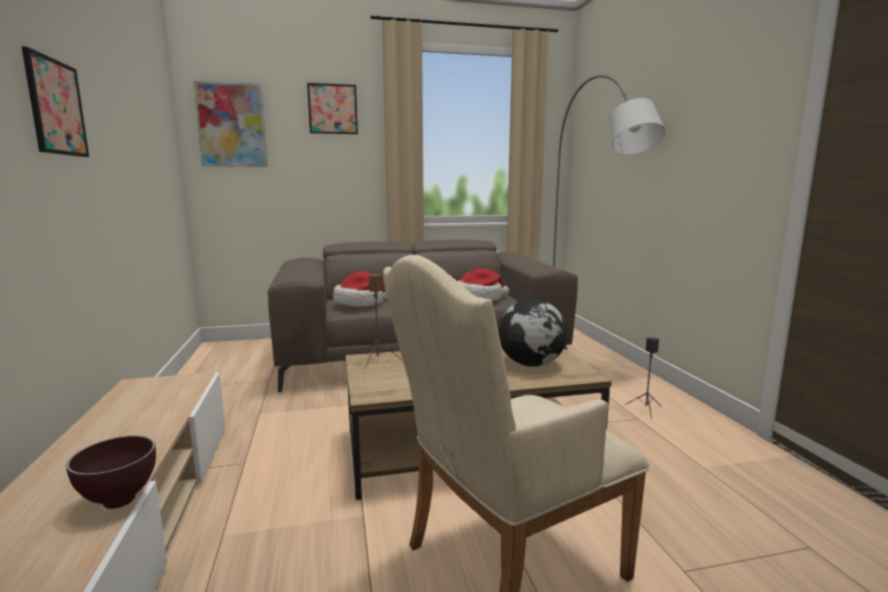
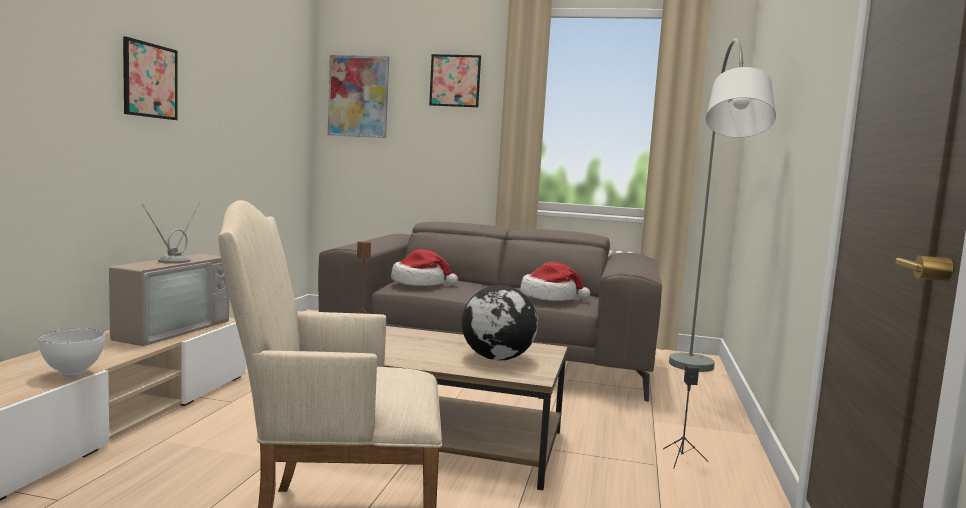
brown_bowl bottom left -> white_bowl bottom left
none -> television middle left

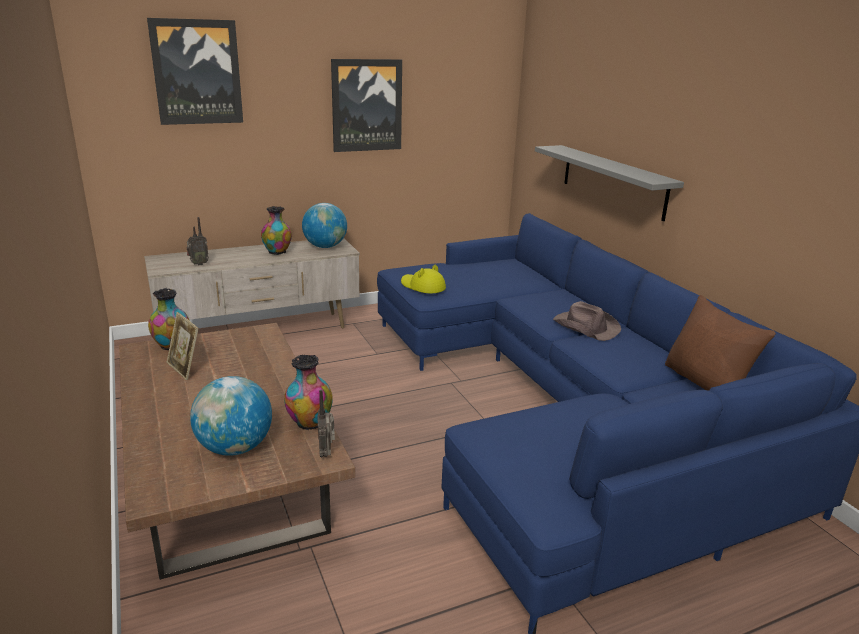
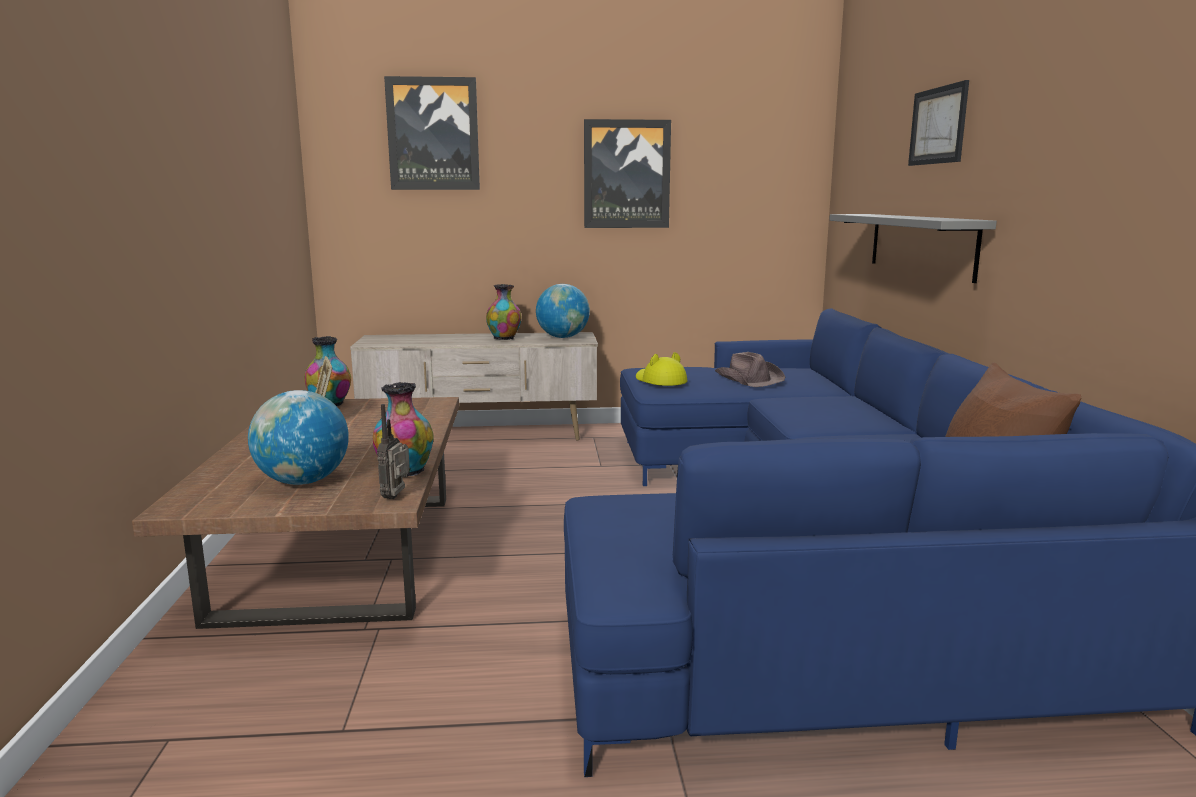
radio (1st from left) middle left -> none
brown_hat middle right -> brown_hat centre, moved
none -> picture (3rd from left) top right

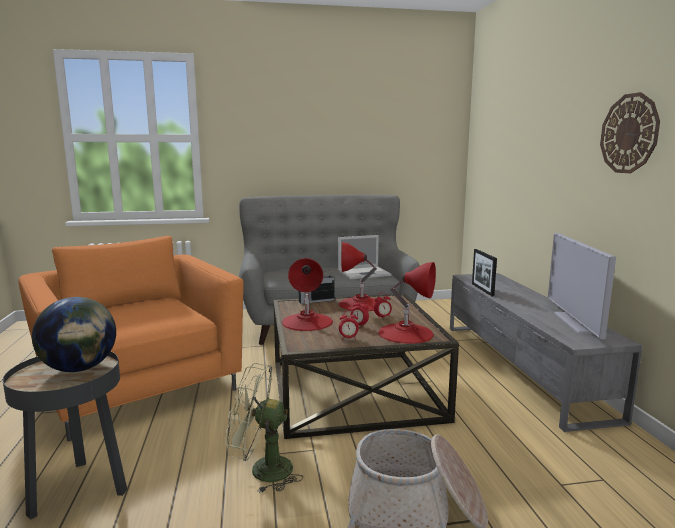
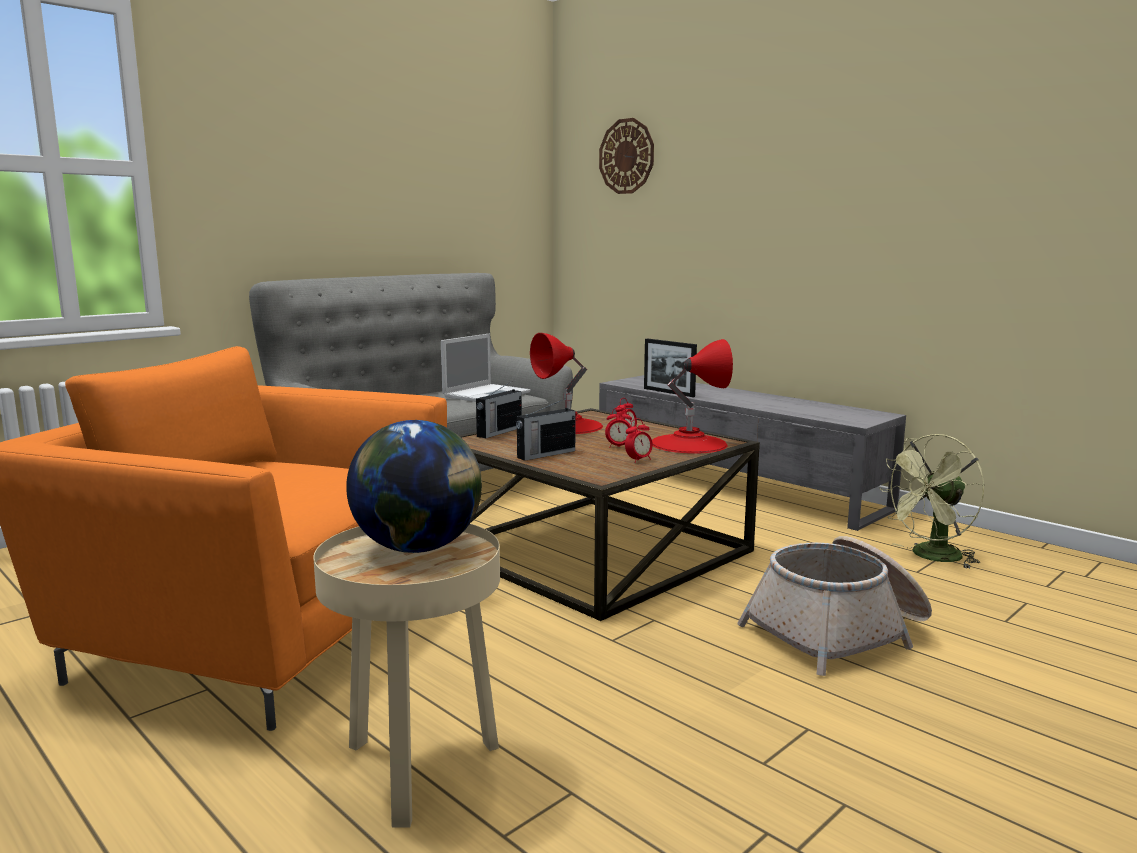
black_side_table bottom left -> beige_side_table bottom centre
green_fan bottom centre -> green_fan middle right, moved
red_table_lamp (1st from left) centre -> radio (2nd from left) centre
television middle right -> none
wall_clock top right -> wall_clock top centre, moved

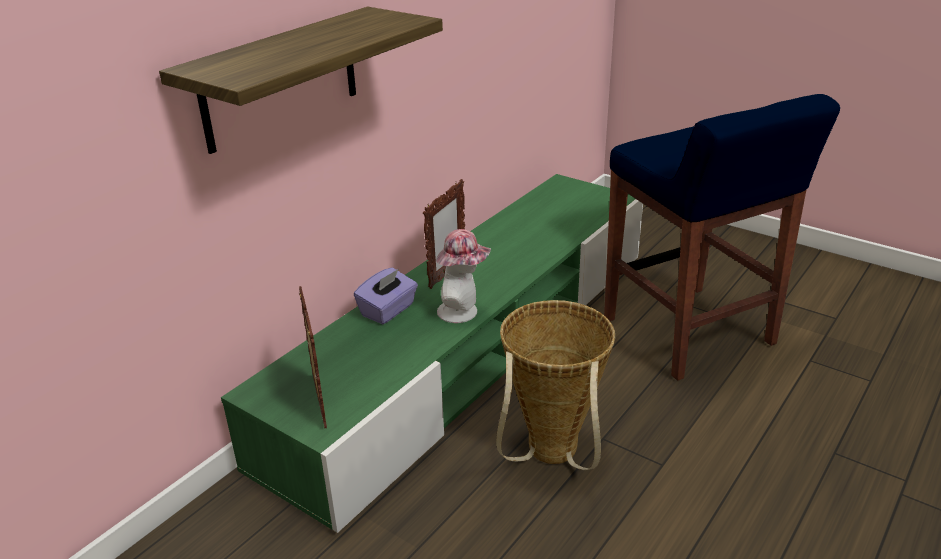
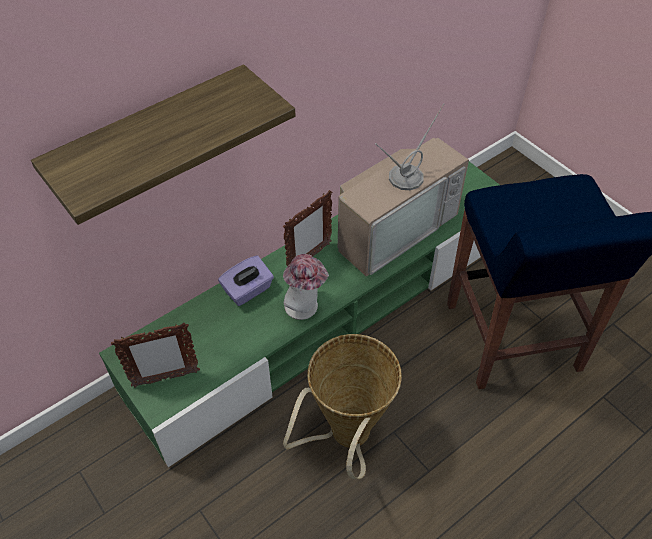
picture_frame (1st from left) middle left, 75 degrees clockwise
none -> television centre

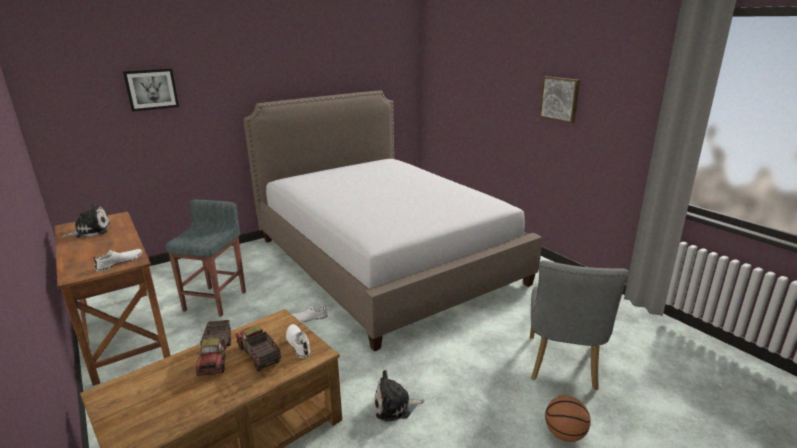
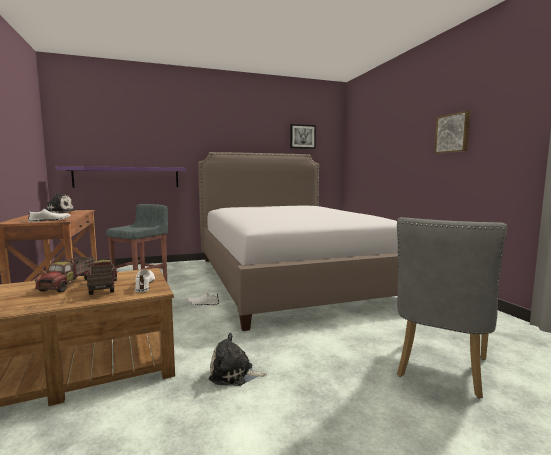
picture (1st from left) top left -> picture (1st from left) top centre, moved
basketball bottom right -> none
none -> purple_shelf middle left

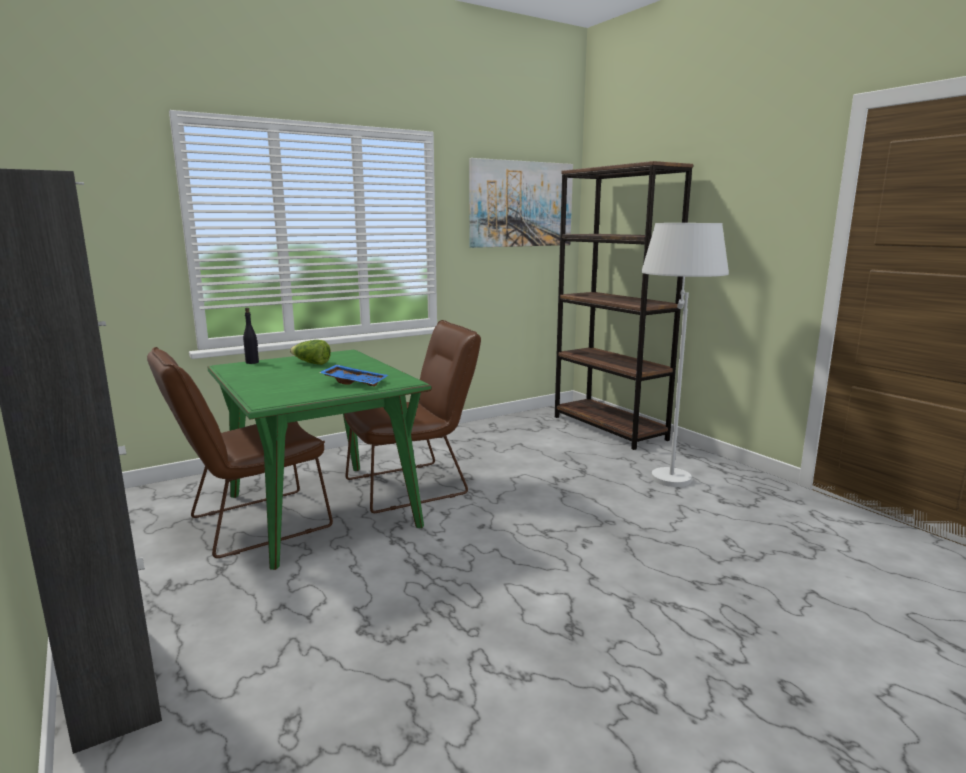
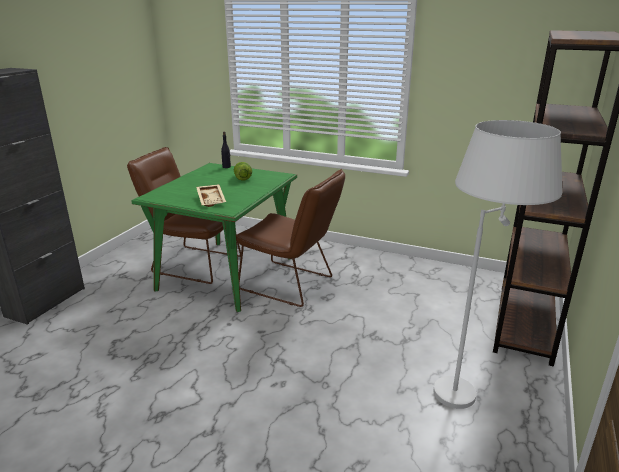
blue_tray centre -> beige_tray centre
picture top centre -> none

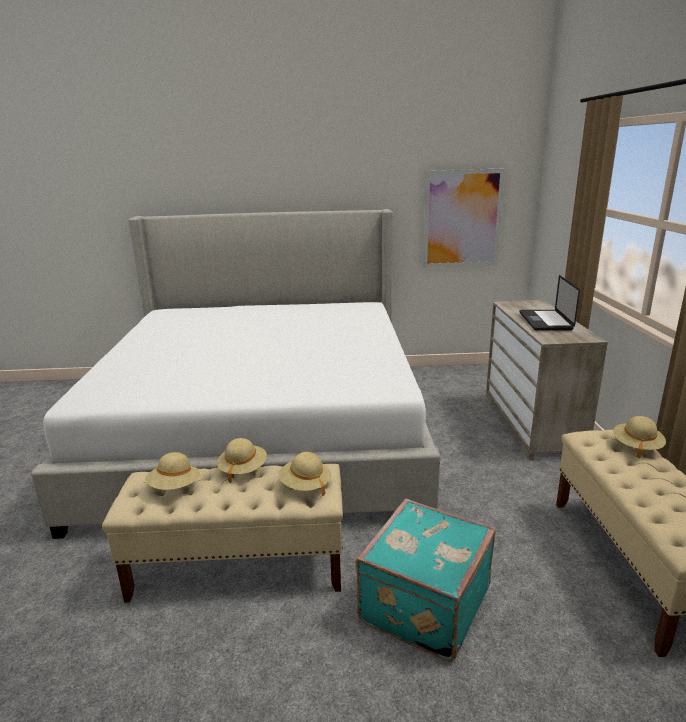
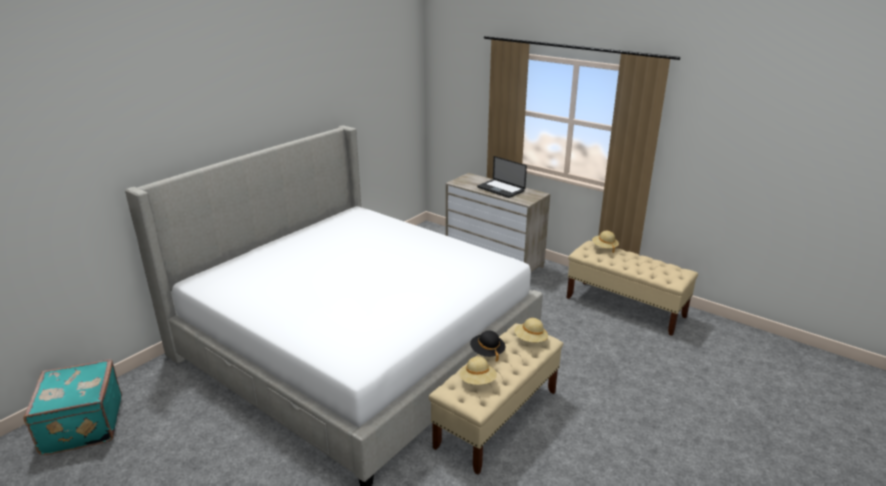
beige_hat (2nd from left) centre -> black_hat bottom centre
turquoise_suitcase bottom centre -> turquoise_suitcase bottom left, moved
picture top right -> none

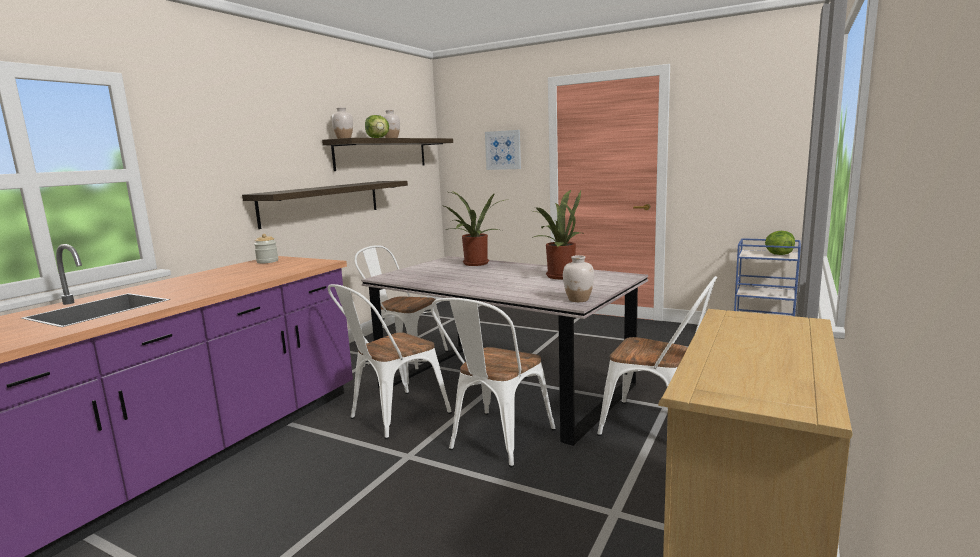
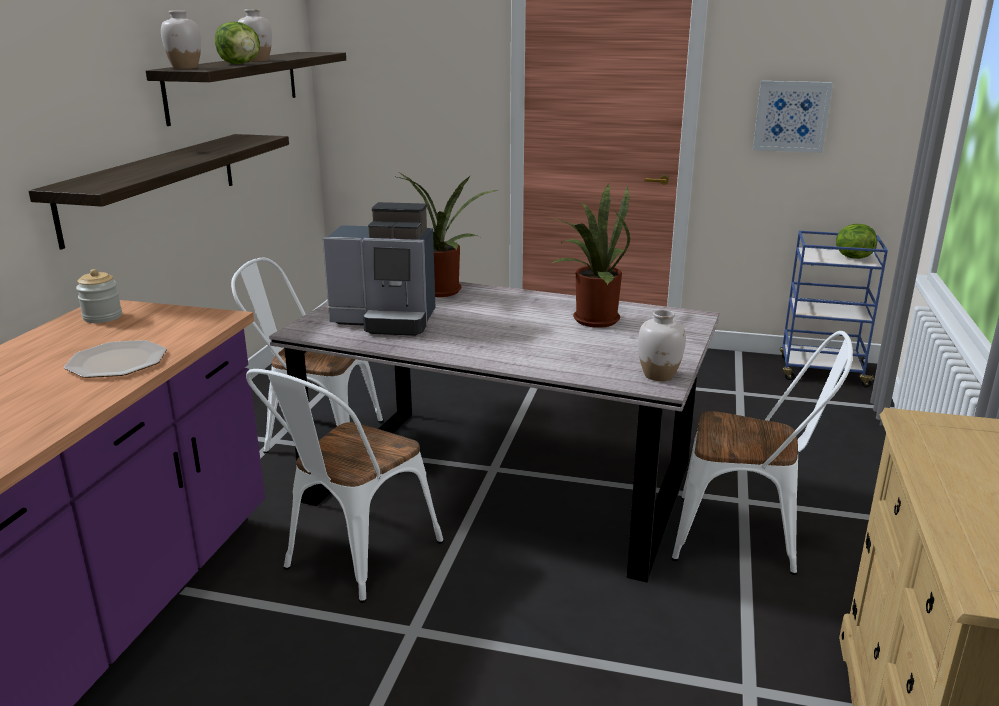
white_chair (3rd from left) bottom centre -> none
picture top centre -> picture top right, moved
none -> plate middle left
none -> coffee_machine centre

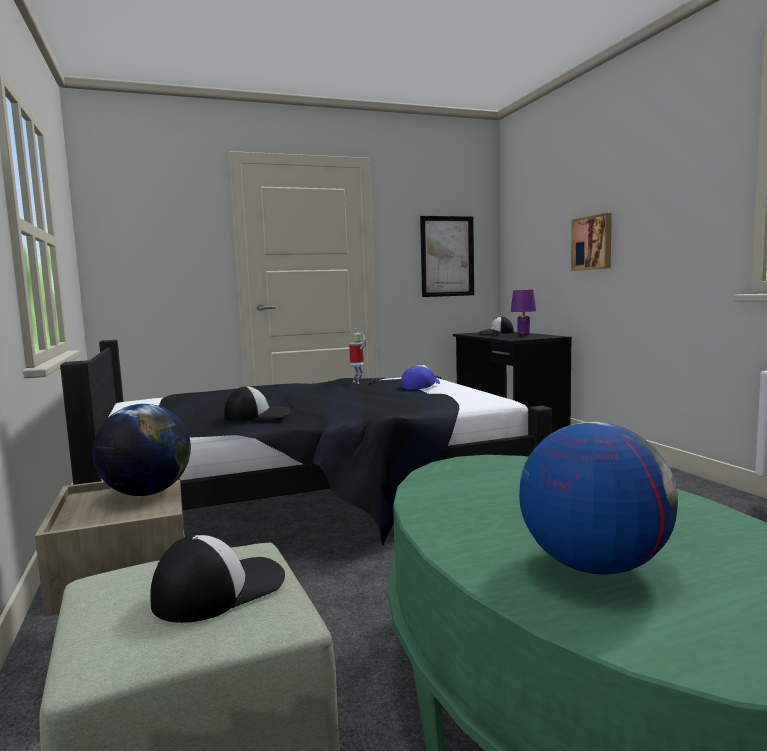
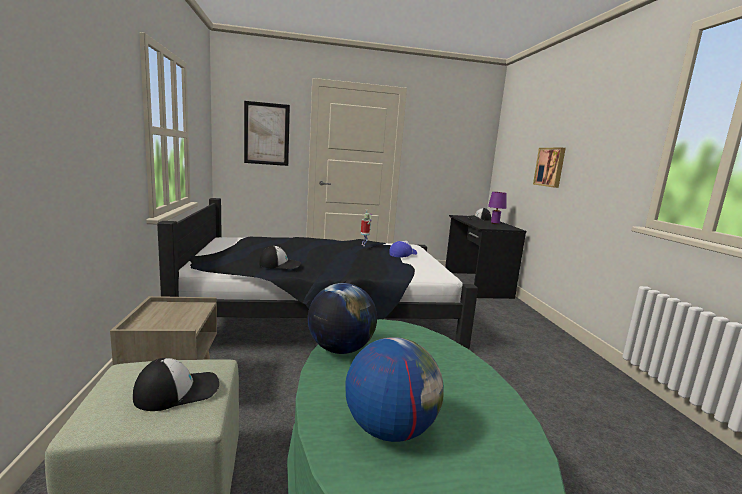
globe (1st from left) middle left -> globe (1st from left) centre, moved
picture (1st from left) centre -> picture (1st from left) top centre, moved

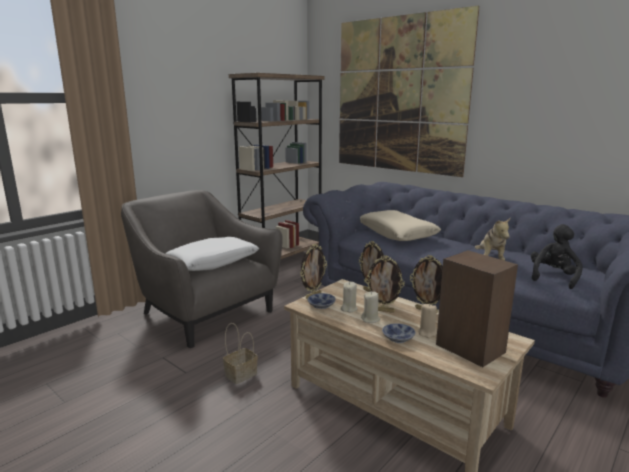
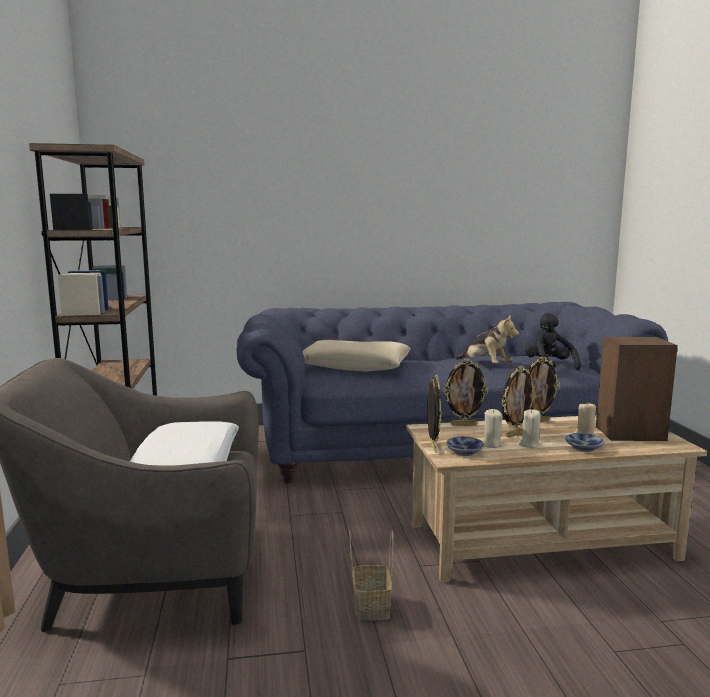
picture top centre -> none

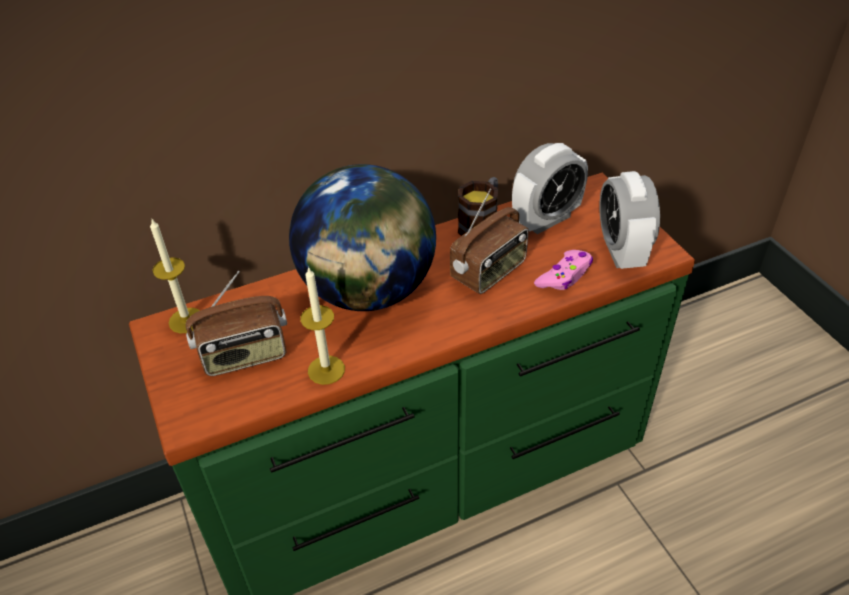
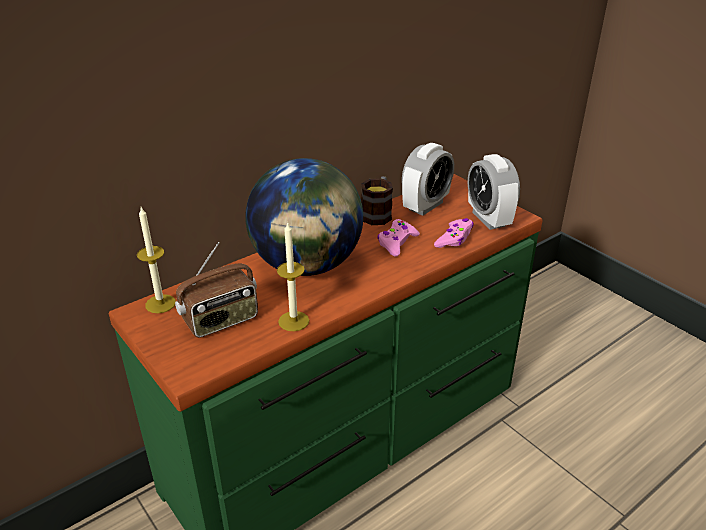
radio (2nd from left) centre -> pink_game_controller (1st from left) centre

